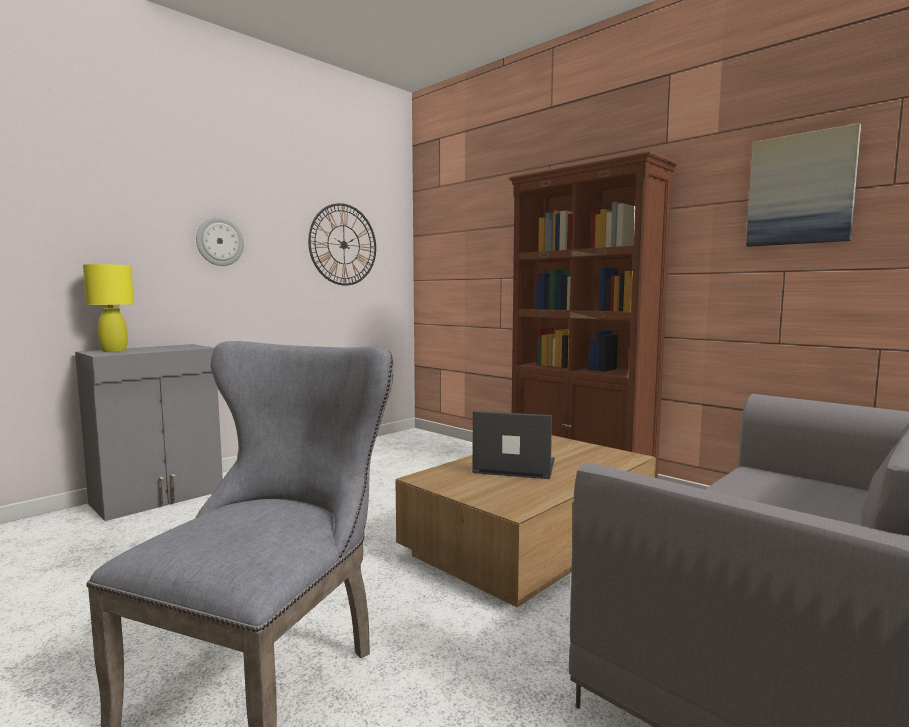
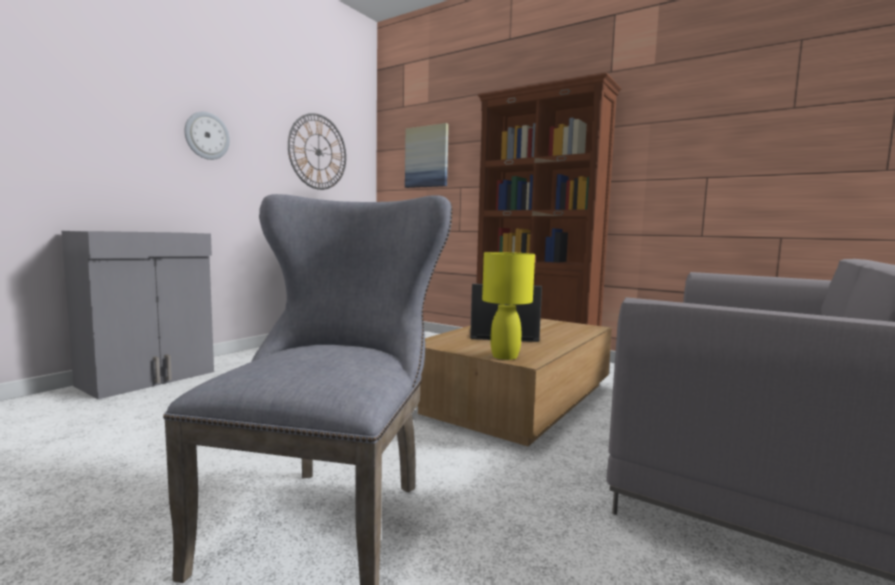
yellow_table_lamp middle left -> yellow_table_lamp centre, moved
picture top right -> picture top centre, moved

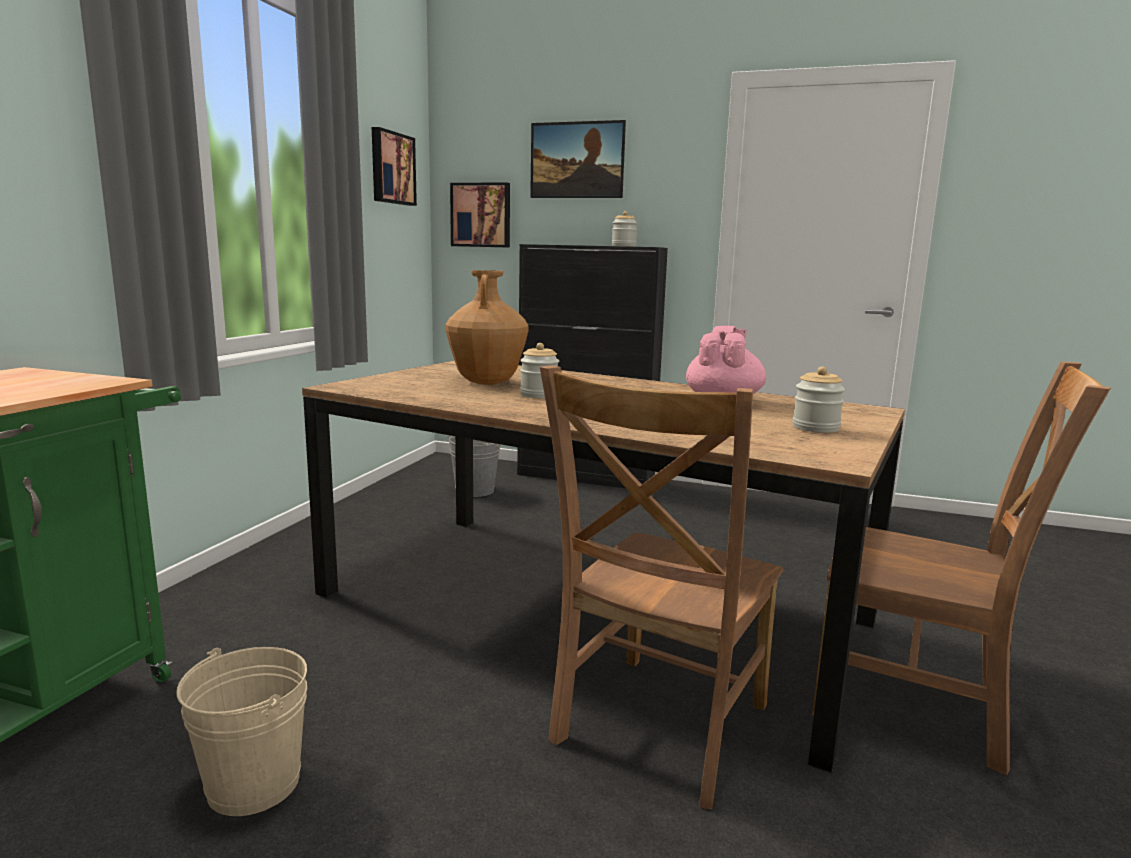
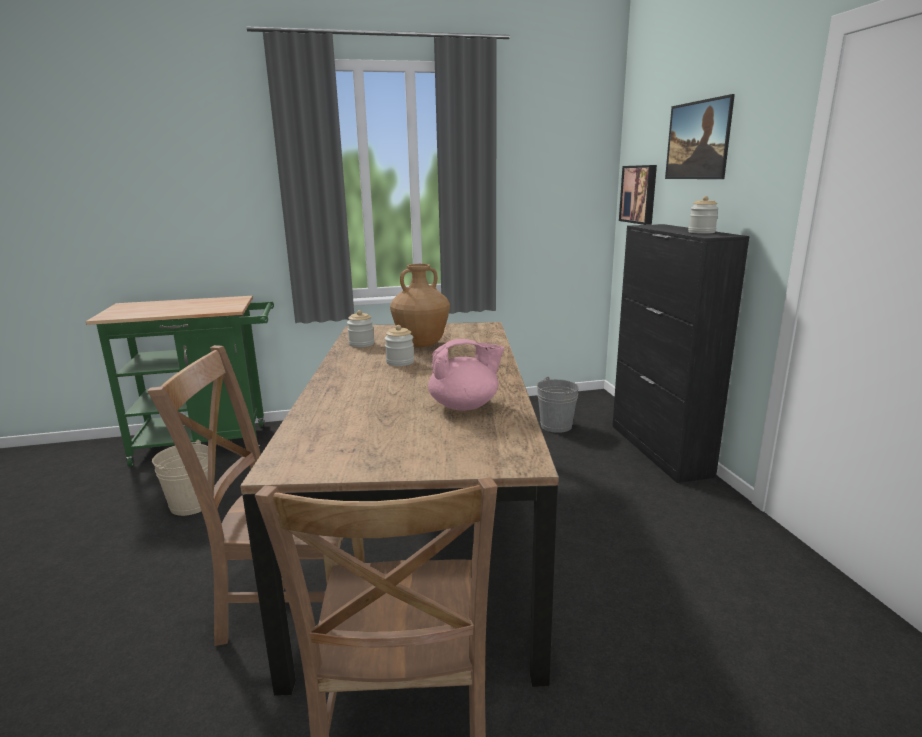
picture (1st from left) top centre -> none
jar (3rd from left in the first image) middle right -> jar (1st from left) centre, moved

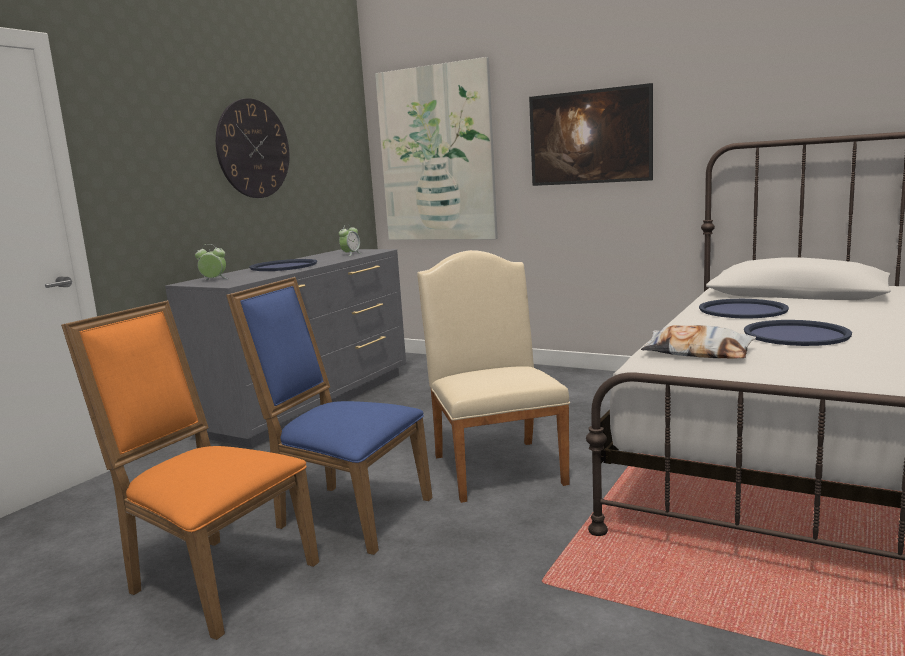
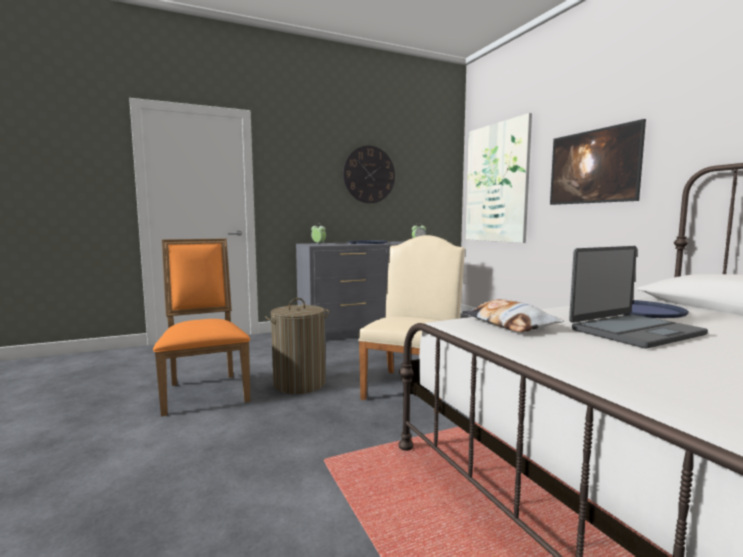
blue_chair centre -> laundry_basket centre
blue_tray (3rd from left) middle right -> laptop middle right

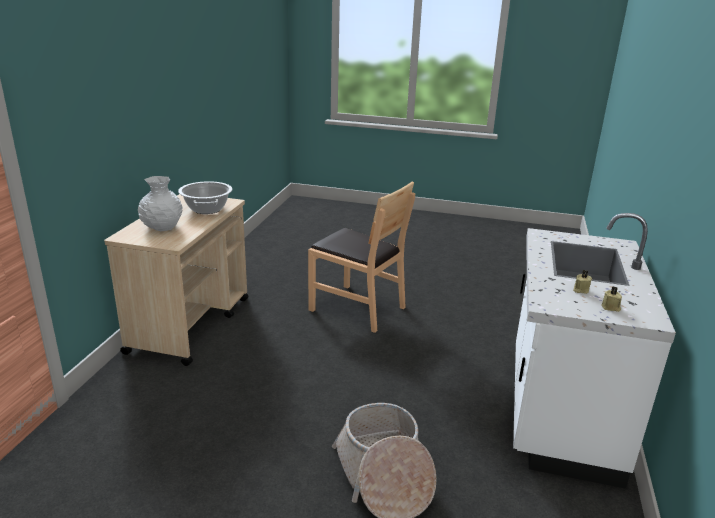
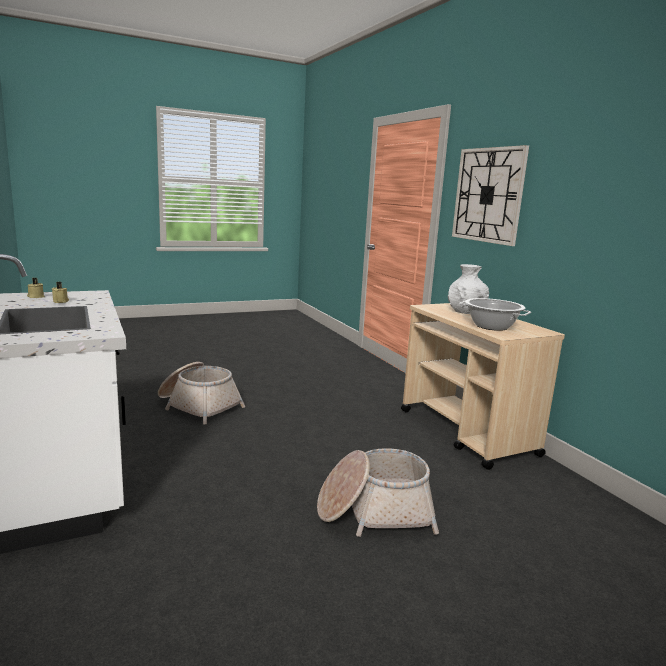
brown_chair centre -> basket (2nd from left) bottom centre
none -> wall_clock top right

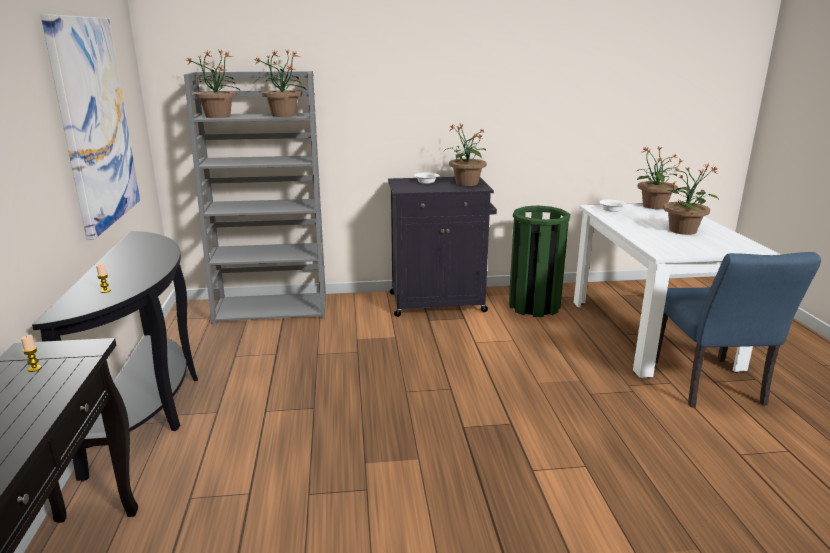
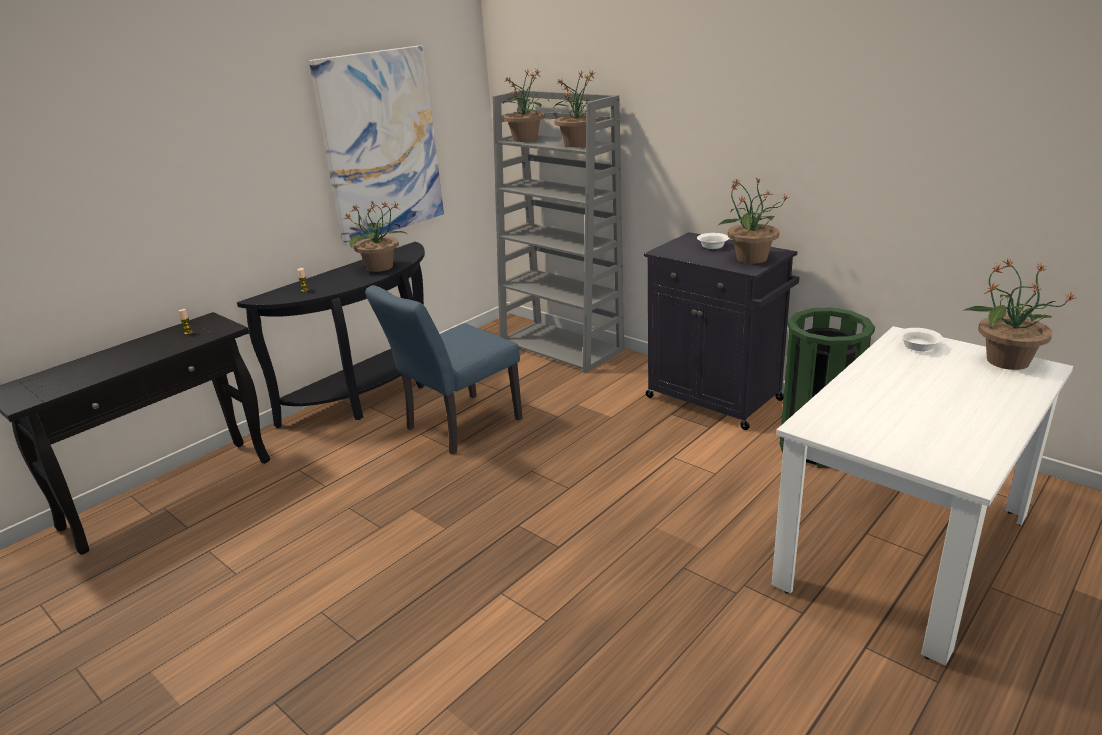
blue_chair middle right -> blue_chair centre, moved
potted_plant (5th from left in the first image) middle right -> potted_plant (1st from left) top centre, moved

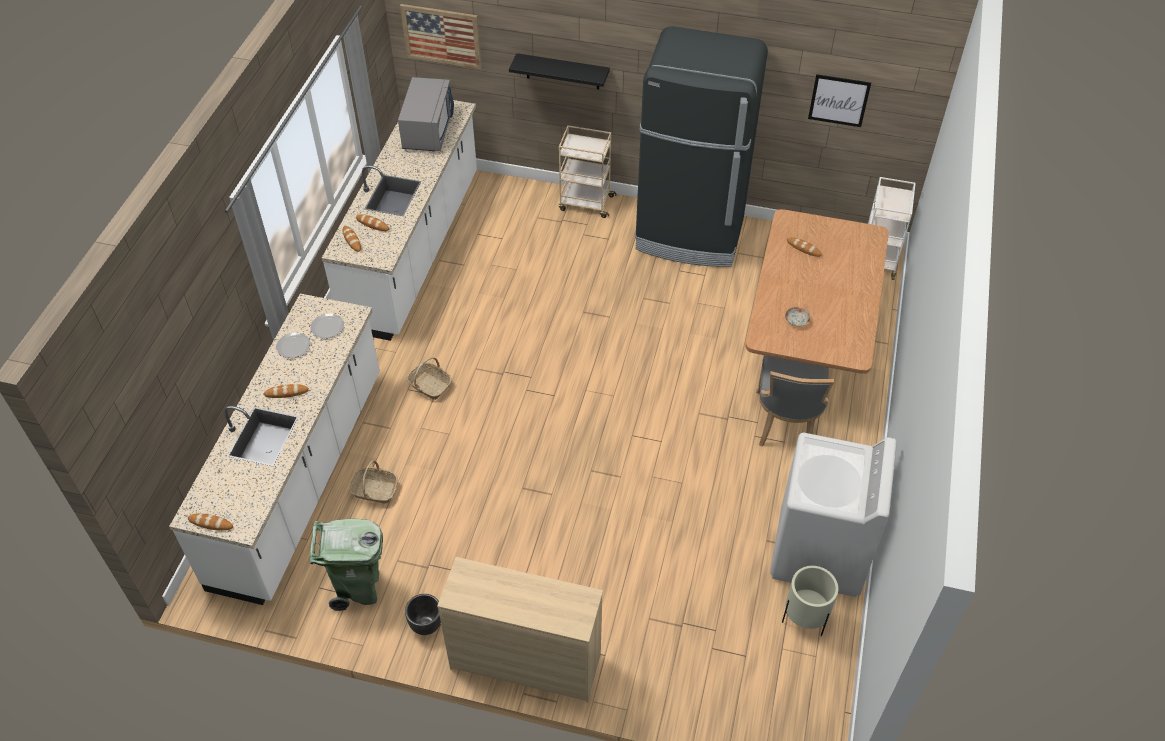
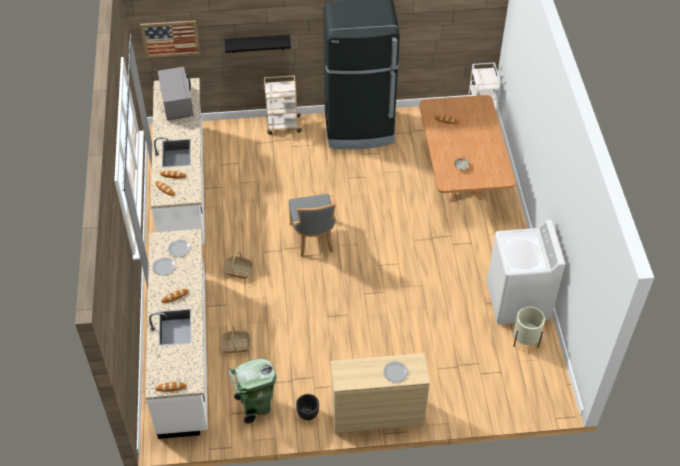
grey_chair middle right -> grey_chair centre, moved
picture (2nd from left) top right -> none
none -> plate (3rd from left) bottom centre

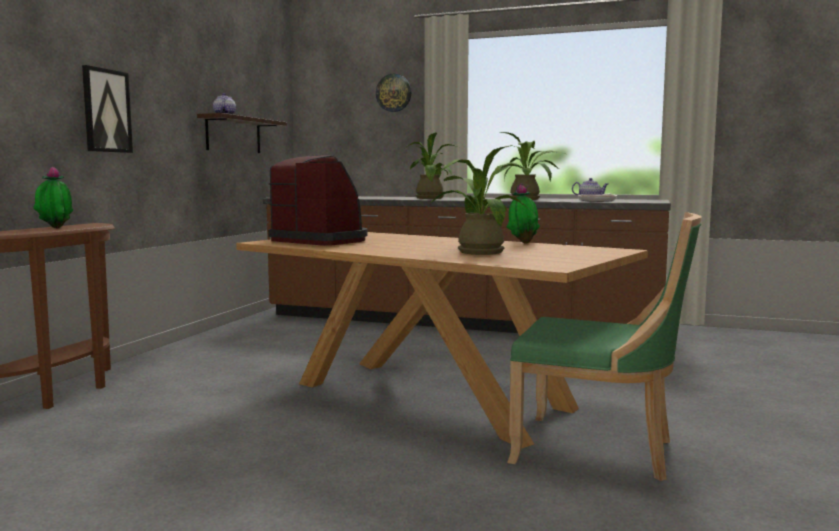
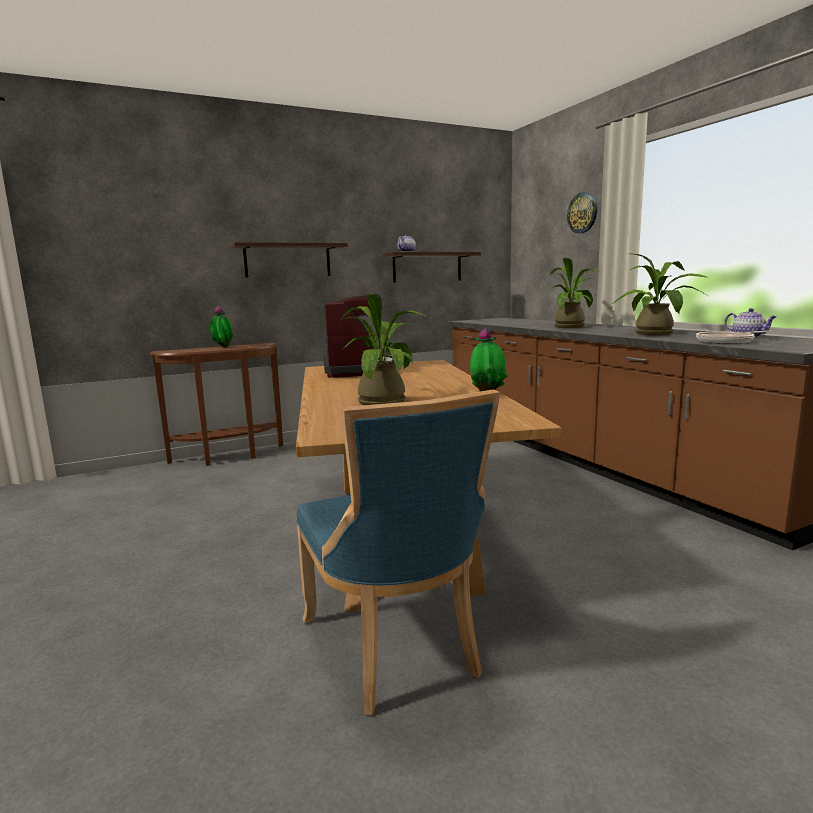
picture top left -> shelf (1st from left) top centre
green_chair middle right -> blue_chair bottom centre

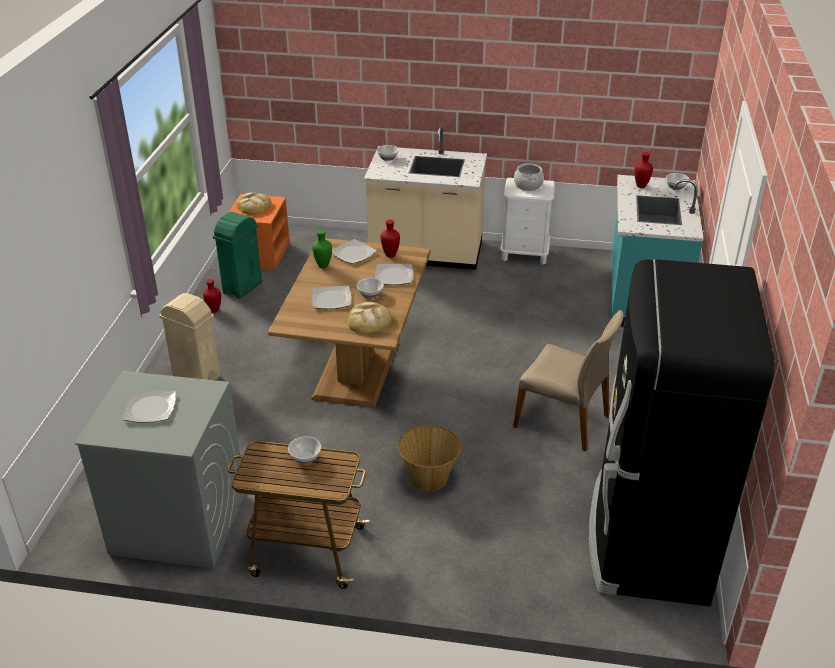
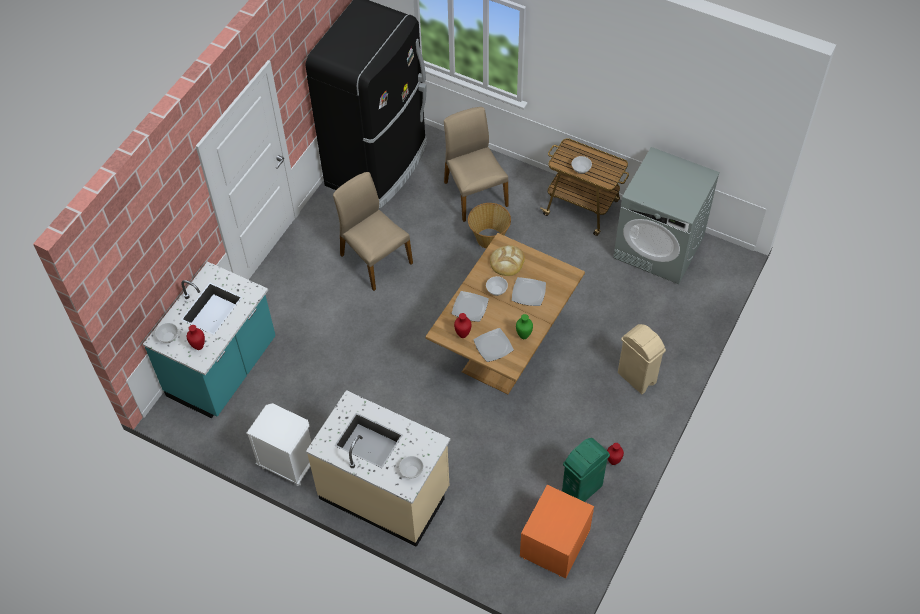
plate (1st from left) middle left -> none
bread (1st from left) top left -> none
cooking_pot top centre -> none
none -> beige_chair (2nd from left) top centre

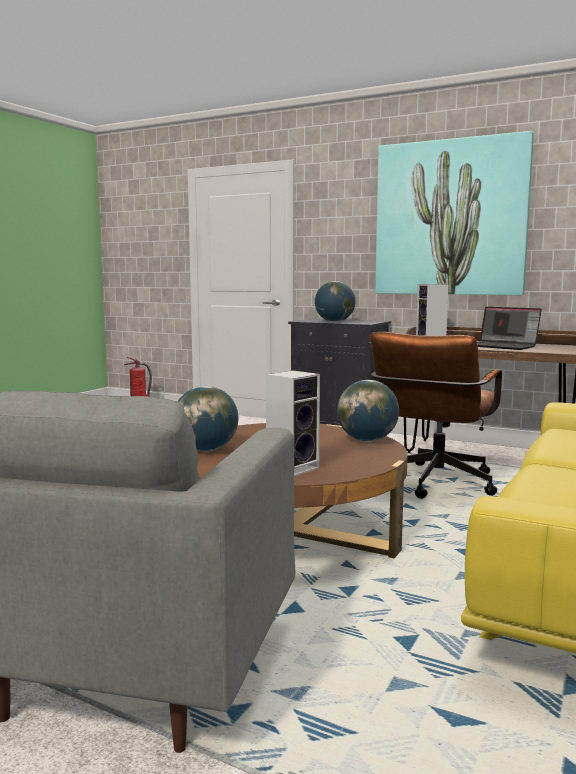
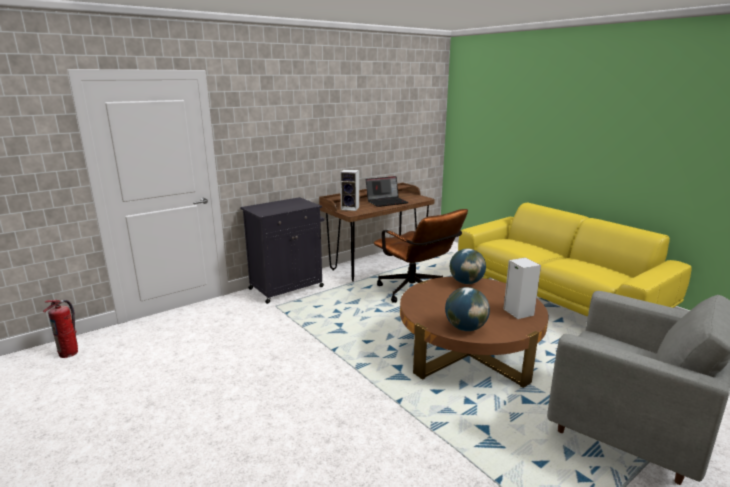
globe (2nd from left) centre -> none
picture top right -> none

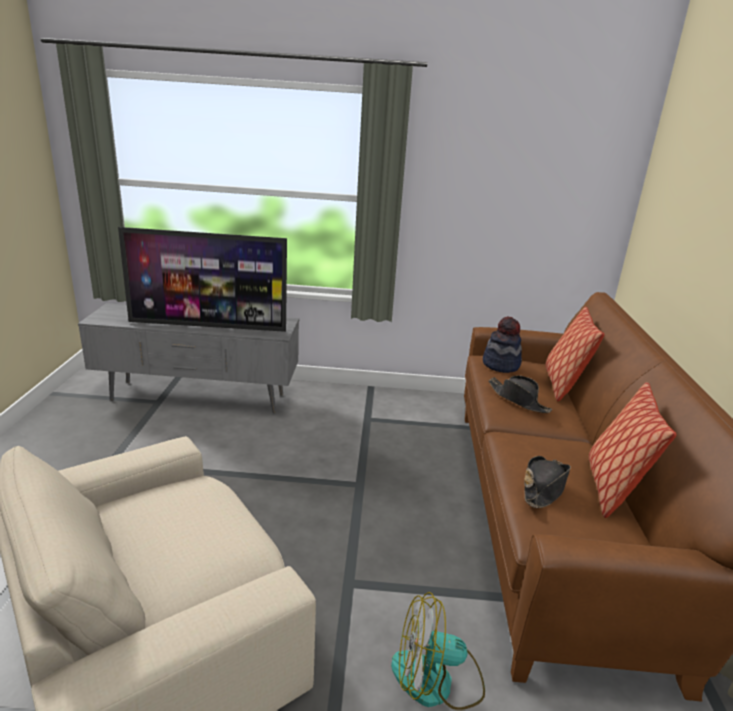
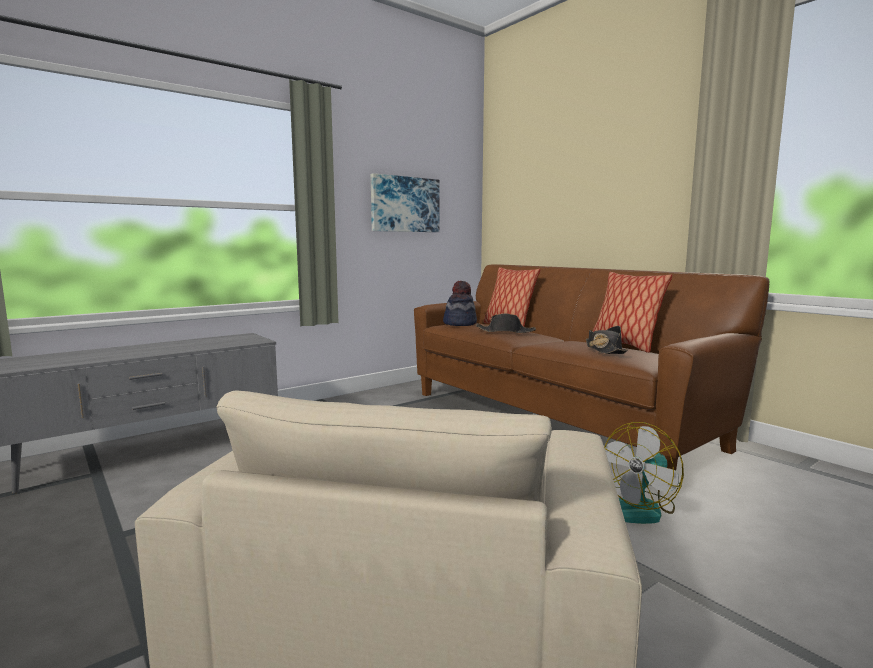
television middle left -> none
none -> picture top centre

